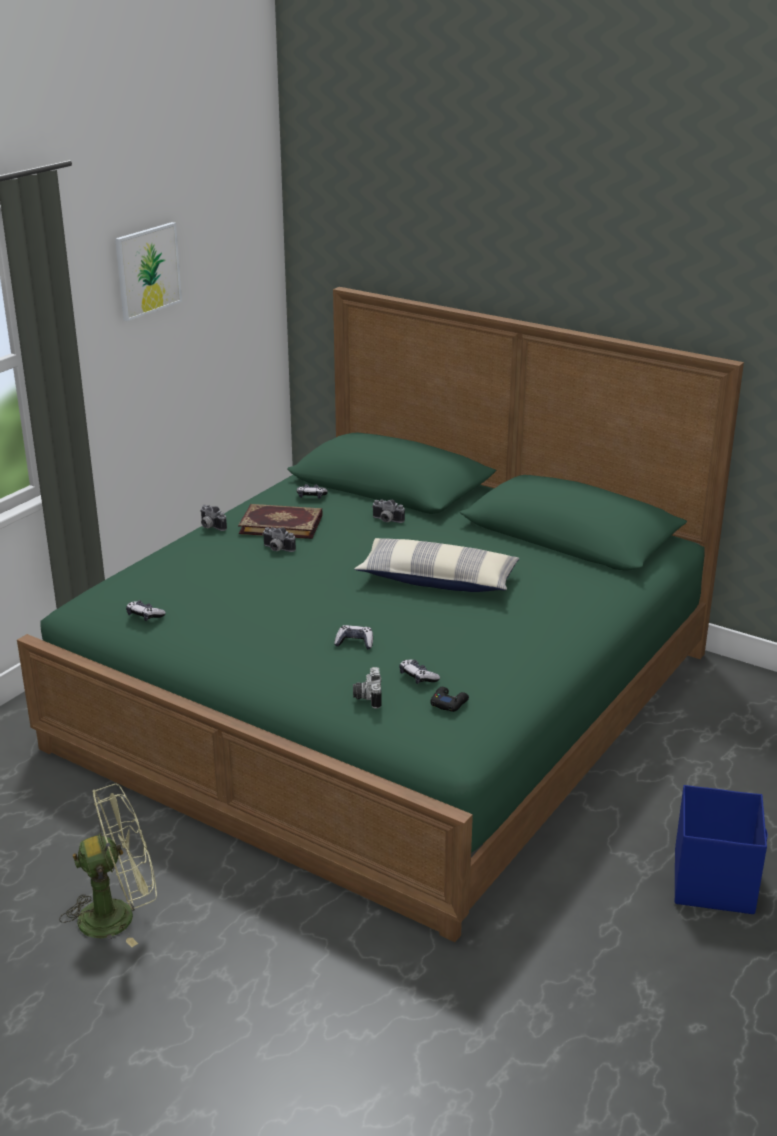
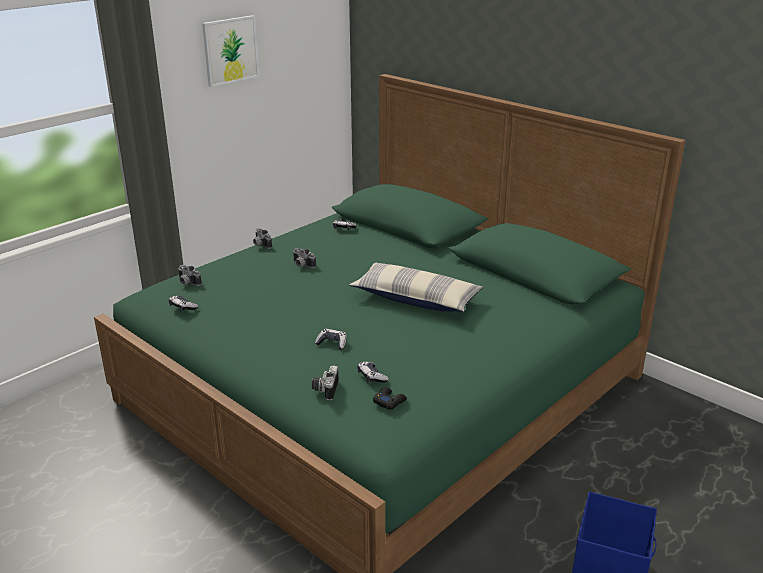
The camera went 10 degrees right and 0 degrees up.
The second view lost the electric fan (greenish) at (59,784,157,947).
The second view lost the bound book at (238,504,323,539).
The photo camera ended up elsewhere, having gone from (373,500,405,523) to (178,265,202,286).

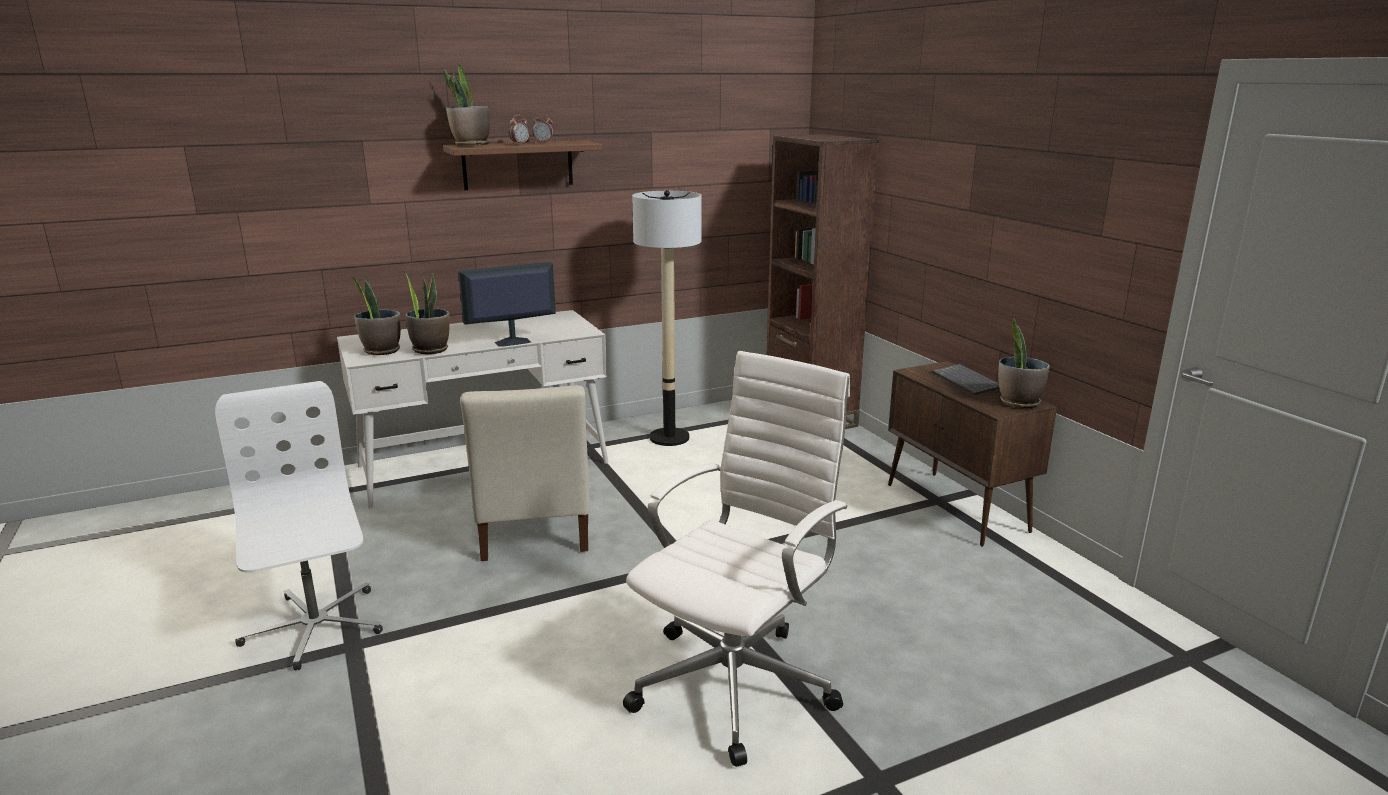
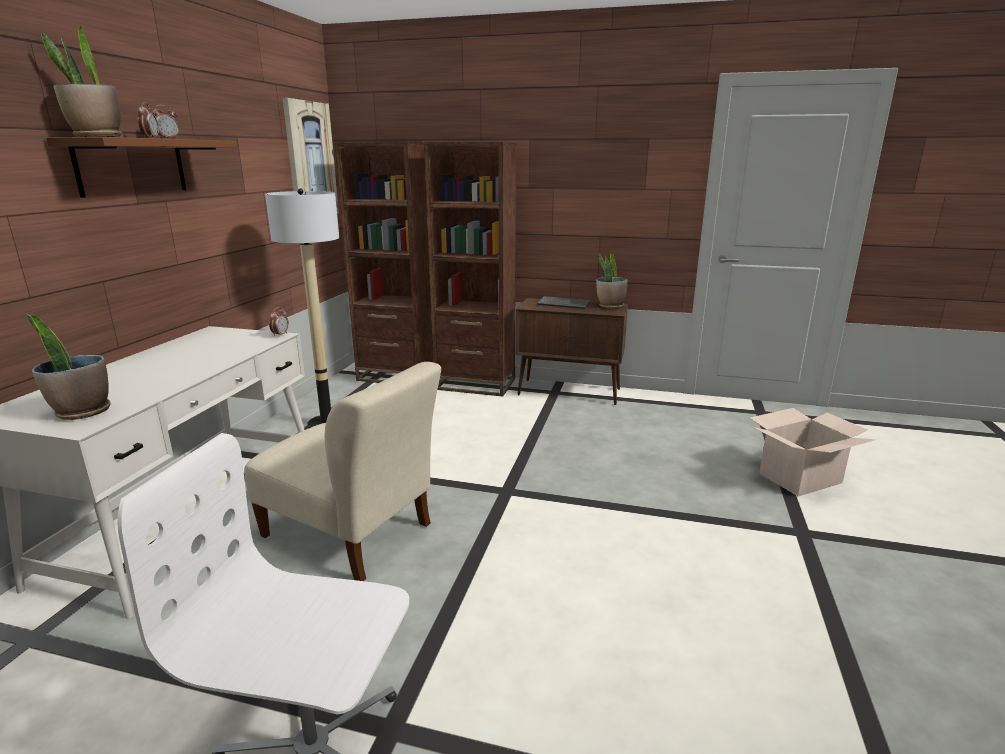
The camera went 50 degrees left and 0 degrees up.
The second view lost the houseplant at (404,272,449,354).
The second view lost the computer display at (458,262,556,347).
The second view lost the computer chair (white-coloured) at (623,351,850,767).
The second view gained the table clock at (269,307,289,337).
The second view gained the wall picture at (282,98,339,214).
The second view gained the bookcase (brown) at (424,142,517,397).
The second view gained the carton at (750,408,876,497).

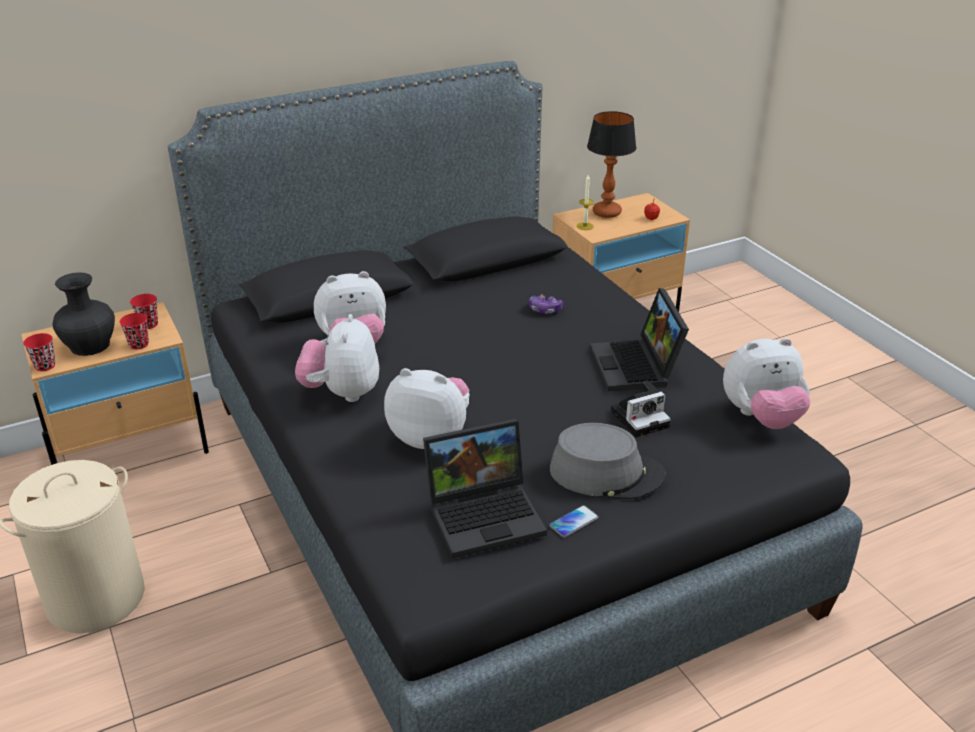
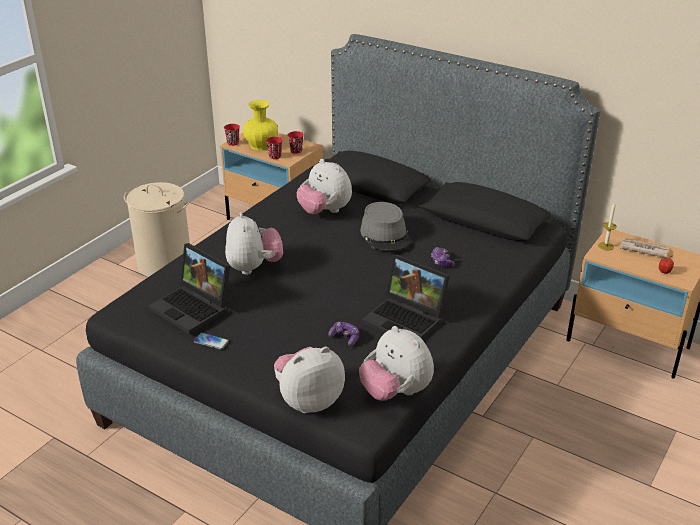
The camera went 60 degrees right and 0 degrees up.
What was the flower vase (blackish) at (52,272,115,356) turned into the flower vase (yellowish) at (243,100,278,151).
The cuddly toy ended up elsewhere, having gone from (295,314,379,402) to (274,347,345,413).
The clothing hat (gray) ended up elsewhere, having gone from (550,423,666,499) to (360,202,411,251).
Where the lamp for a table stood at (587,111,636,218), the daily paper came to stand at (620,238,668,257).
The laptop at (590,288,689,391) ended up facing another way, 105 degrees counterclockwise from before.
Where the photo camera stood at (611,381,671,437), the joypad came to stand at (328,322,359,346).

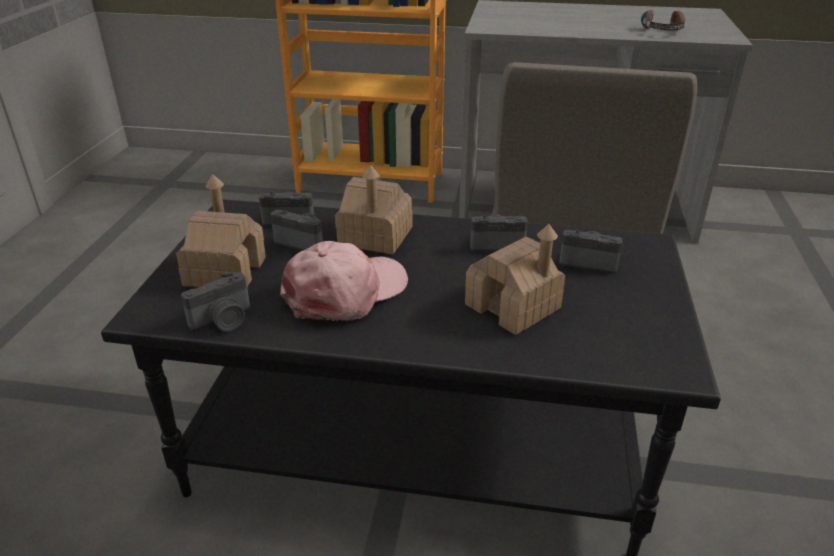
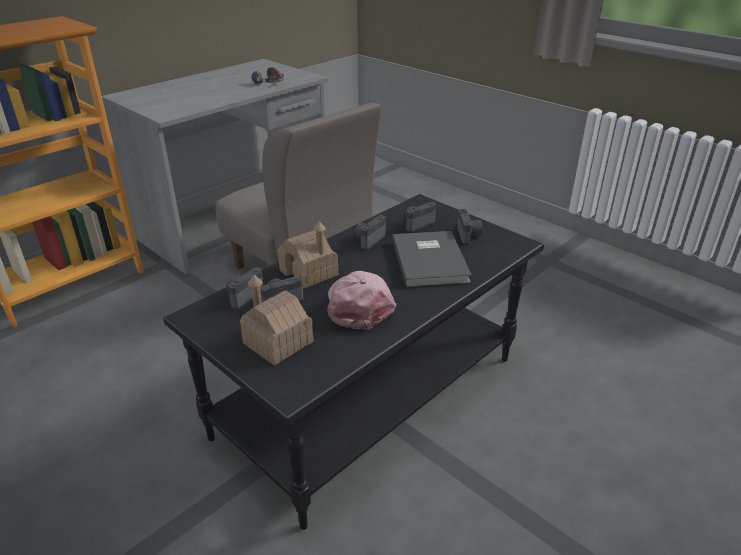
The camera went 55 degrees left and 0 degrees up.
The photo camera ended up elsewhere, having gone from (181,271,250,332) to (457,209,482,245).
Where the miniature house stood at (465,224,565,335), the bound book (gray) came to stand at (392,231,472,287).

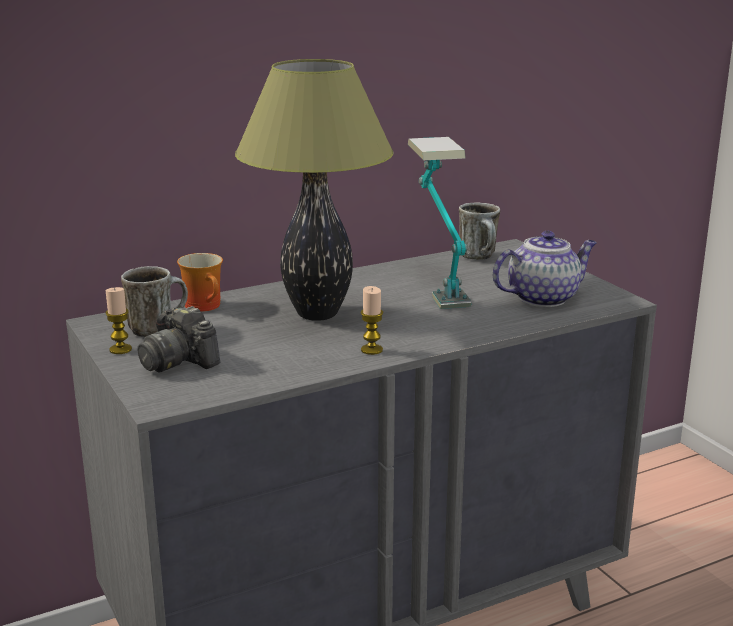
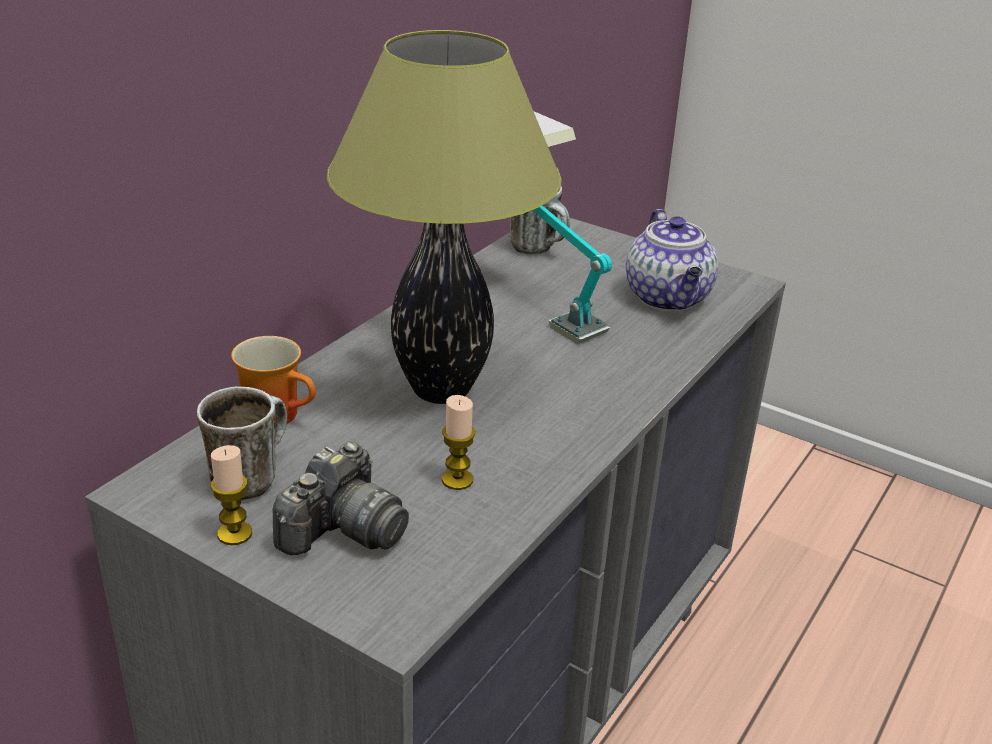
The camera went 30 degrees left and 10 degrees up.
The photo camera at (137,306,220,373) ended up facing another way, 75 degrees counterclockwise from before.
The candle ended up elsewhere, having gone from (361,286,383,355) to (442,395,475,490).
The pot for tea at (493,231,597,307) ended up facing another way, 135 degrees clockwise from before.

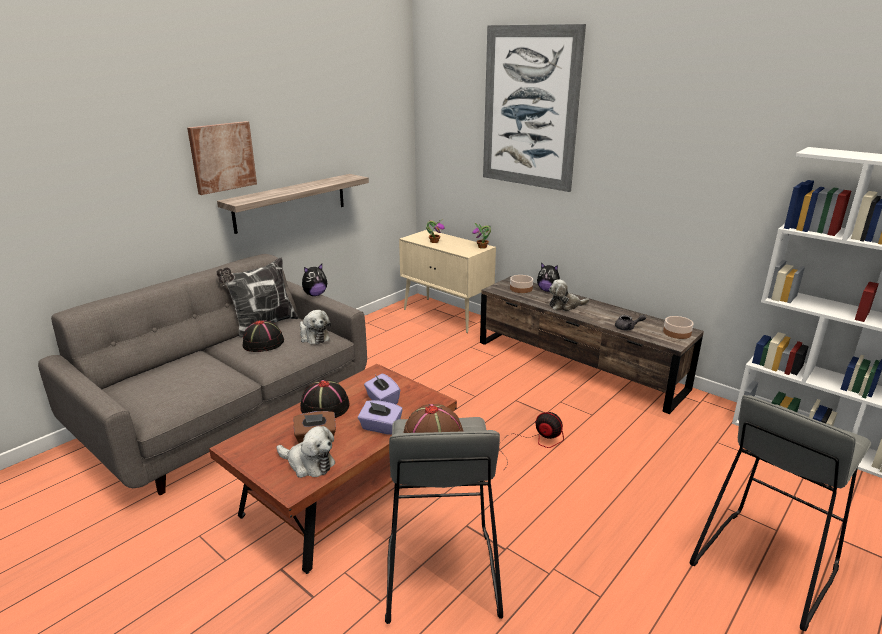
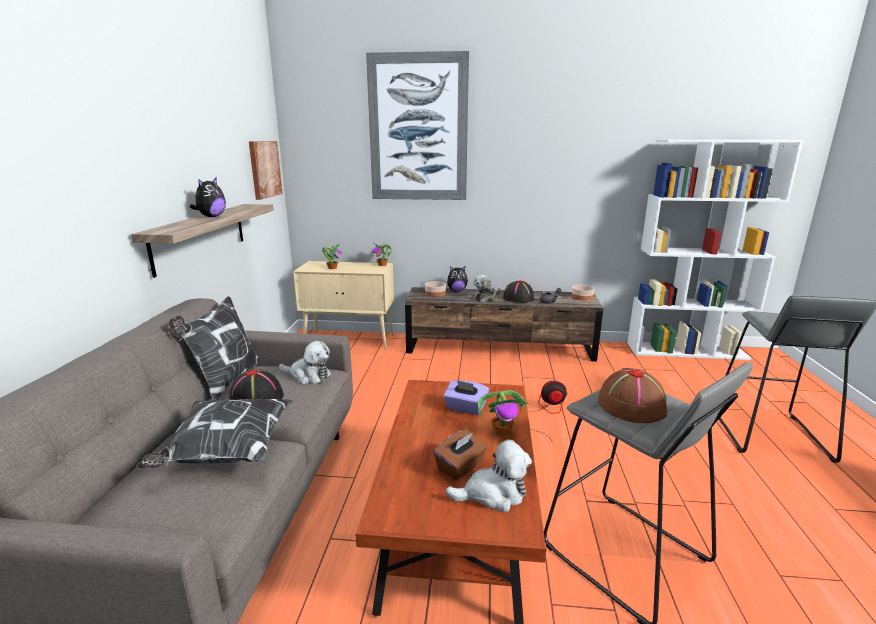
The camera went 35 degrees left and 5 degrees down.
The wall picture ended up elsewhere, having gone from (187,121,257,195) to (249,141,283,200).
The clothing hat (blackish) ended up elsewhere, having gone from (300,380,350,418) to (503,280,534,303).
The cuddly toy ended up elsewhere, having gone from (302,264,327,296) to (190,178,226,217).
Where the box of tissues (purple-coloured) stood at (358,400,403,435), the houseplant came to stand at (478,390,528,436).
The second view gained the cushion at (136,399,293,469).

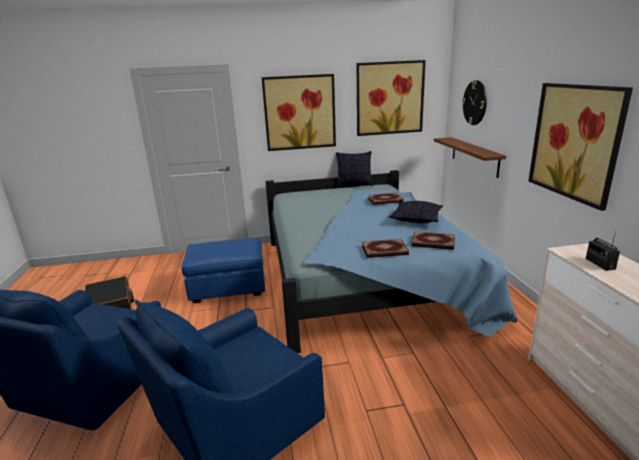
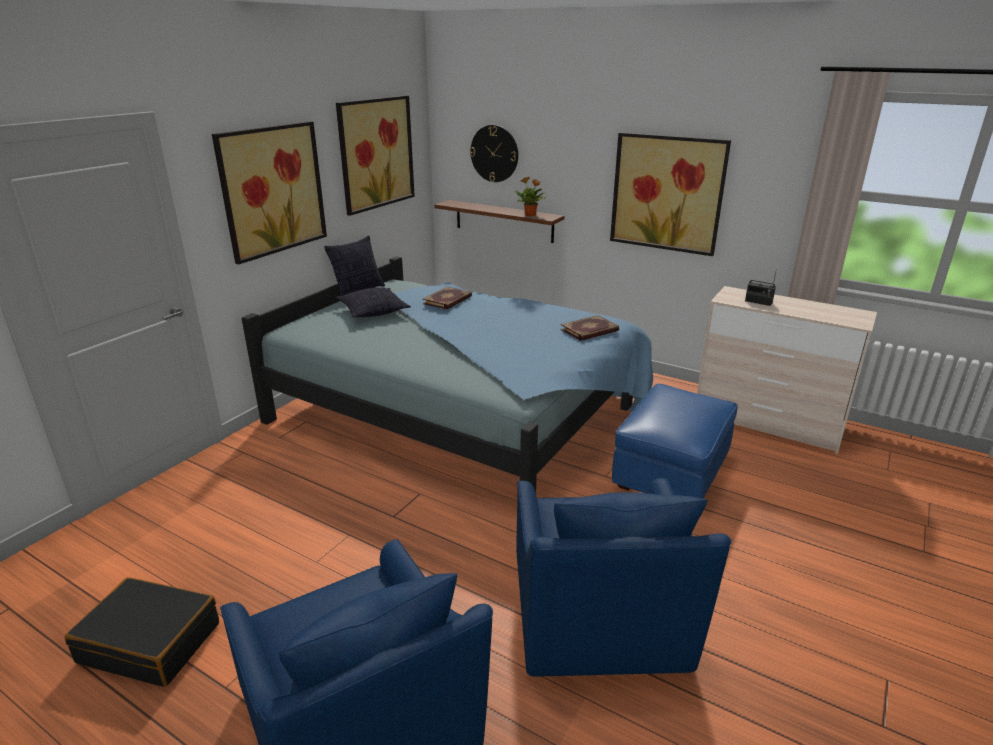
The camera went 50 degrees left and 5 degrees up.
The pouffe (bluish) ended up elsewhere, having gone from (181,237,265,303) to (612,384,738,499).
The second view lost the bound book at (362,239,409,258).
The cushion ended up elsewhere, having gone from (389,201,443,223) to (336,287,411,317).
The second view gained the houseplant at (514,177,547,216).

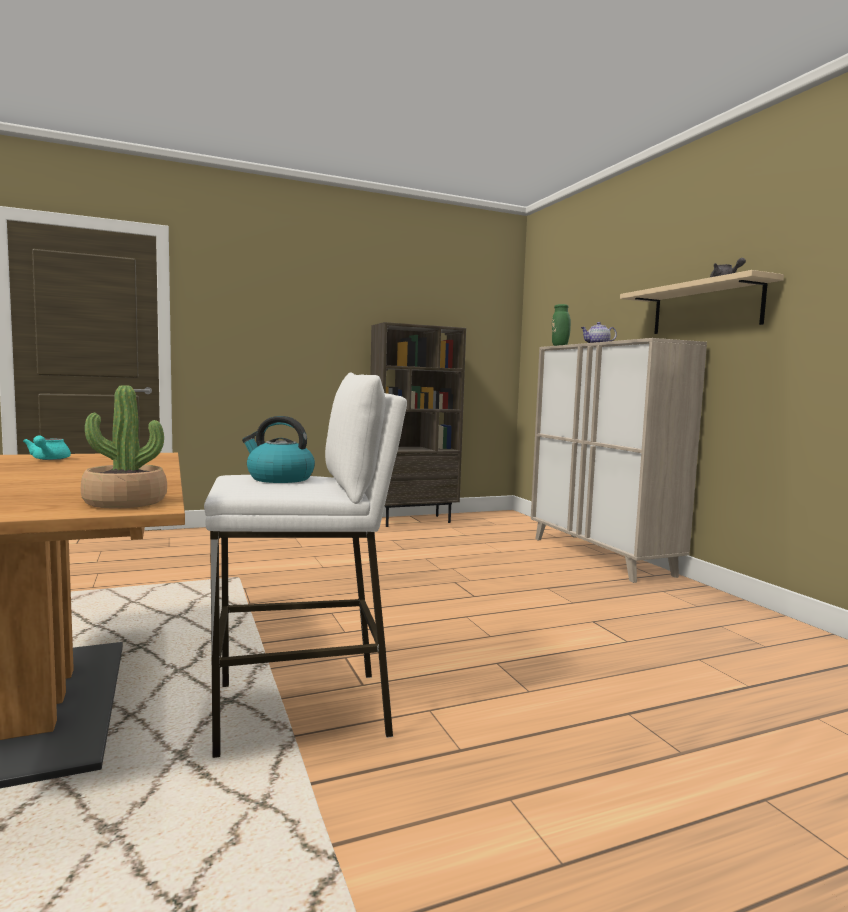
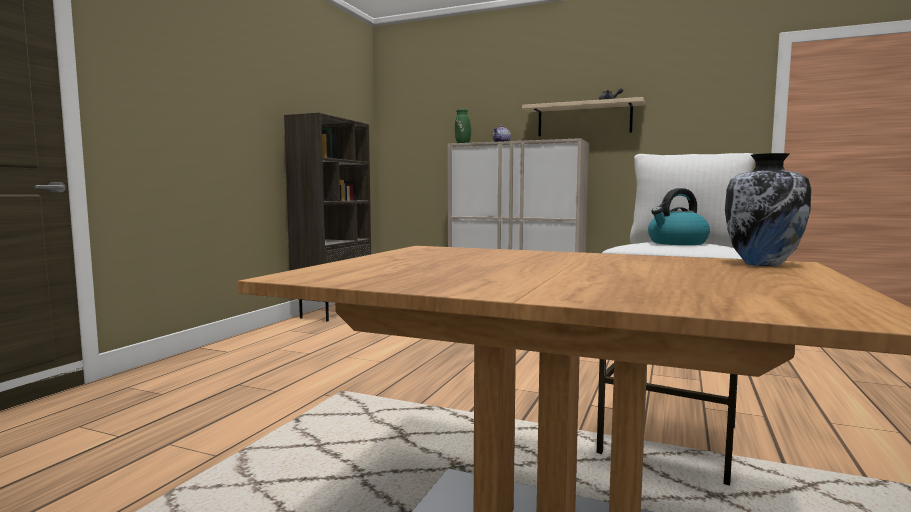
The camera went 45 degrees left and 0 degrees up.
The second view lost the pot for tea (turquoise) at (23,435,71,460).
Where the houseplant stood at (81,385,167,509), the flower vase came to stand at (725,153,811,266).

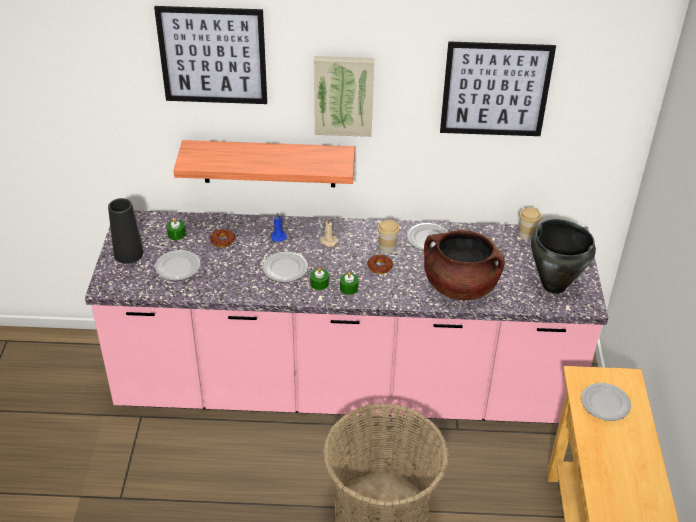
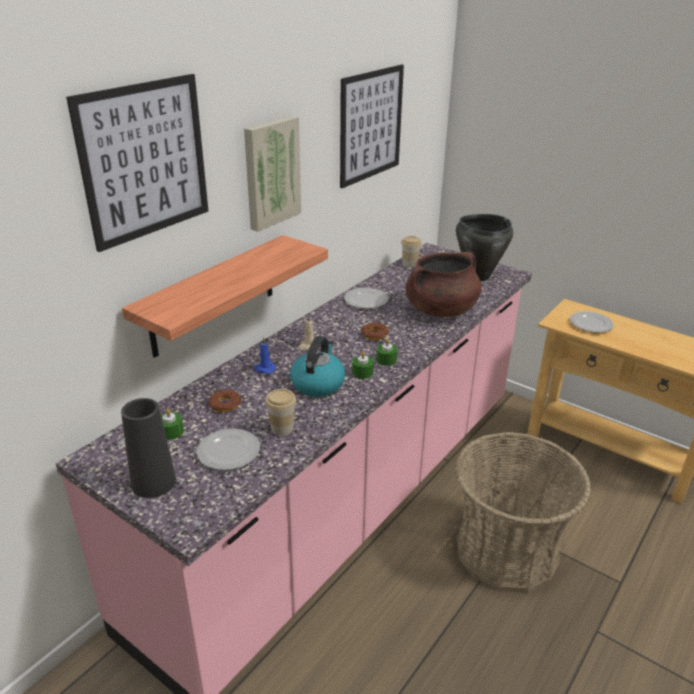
The camera went 55 degrees left and 10 degrees down.
Where the dinner plate stood at (263,252,308,282), the tea kettle came to stand at (290,336,345,397).
The cup ended up elsewhere, having gone from (377,220,400,253) to (265,389,296,436).

